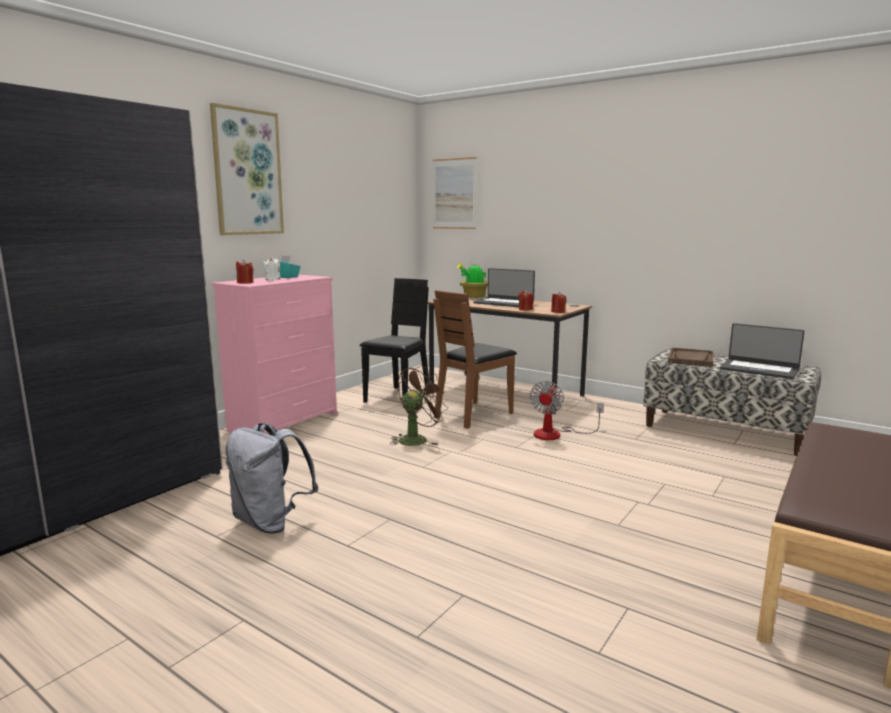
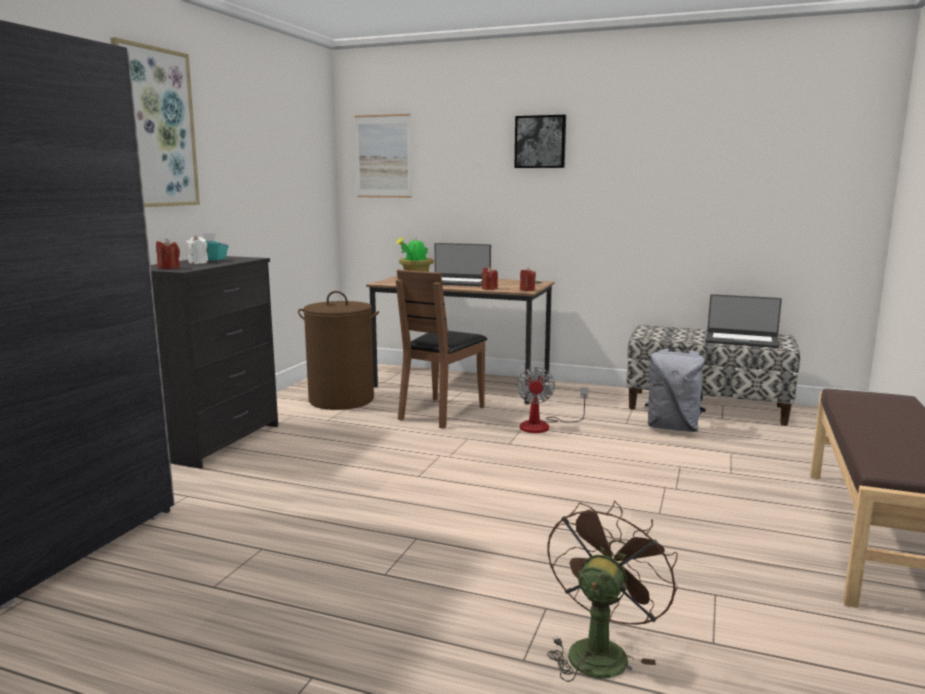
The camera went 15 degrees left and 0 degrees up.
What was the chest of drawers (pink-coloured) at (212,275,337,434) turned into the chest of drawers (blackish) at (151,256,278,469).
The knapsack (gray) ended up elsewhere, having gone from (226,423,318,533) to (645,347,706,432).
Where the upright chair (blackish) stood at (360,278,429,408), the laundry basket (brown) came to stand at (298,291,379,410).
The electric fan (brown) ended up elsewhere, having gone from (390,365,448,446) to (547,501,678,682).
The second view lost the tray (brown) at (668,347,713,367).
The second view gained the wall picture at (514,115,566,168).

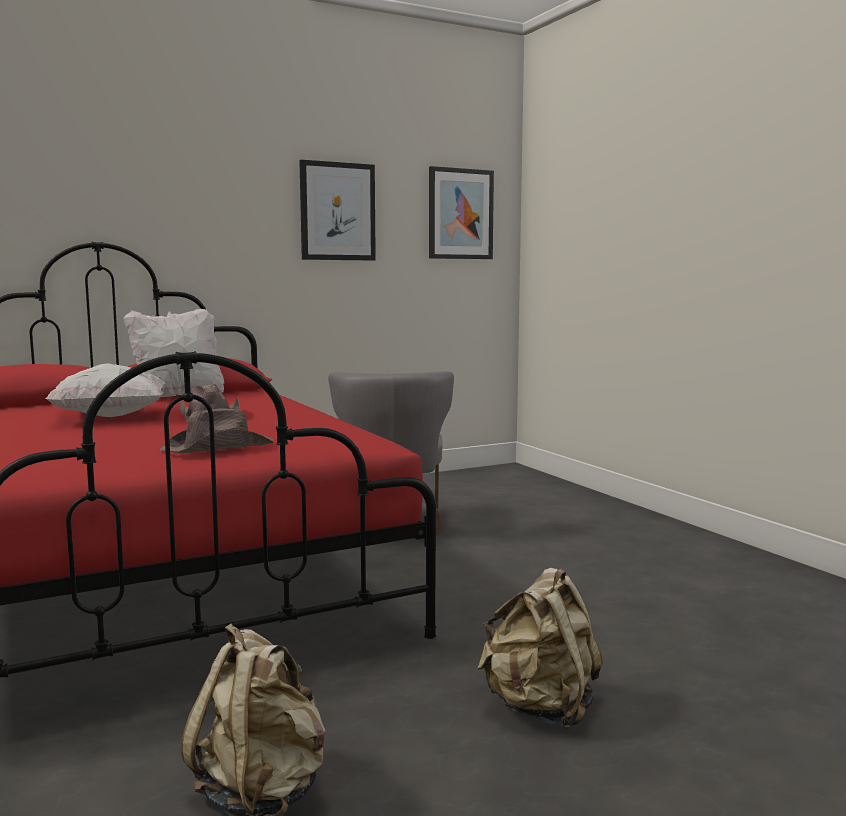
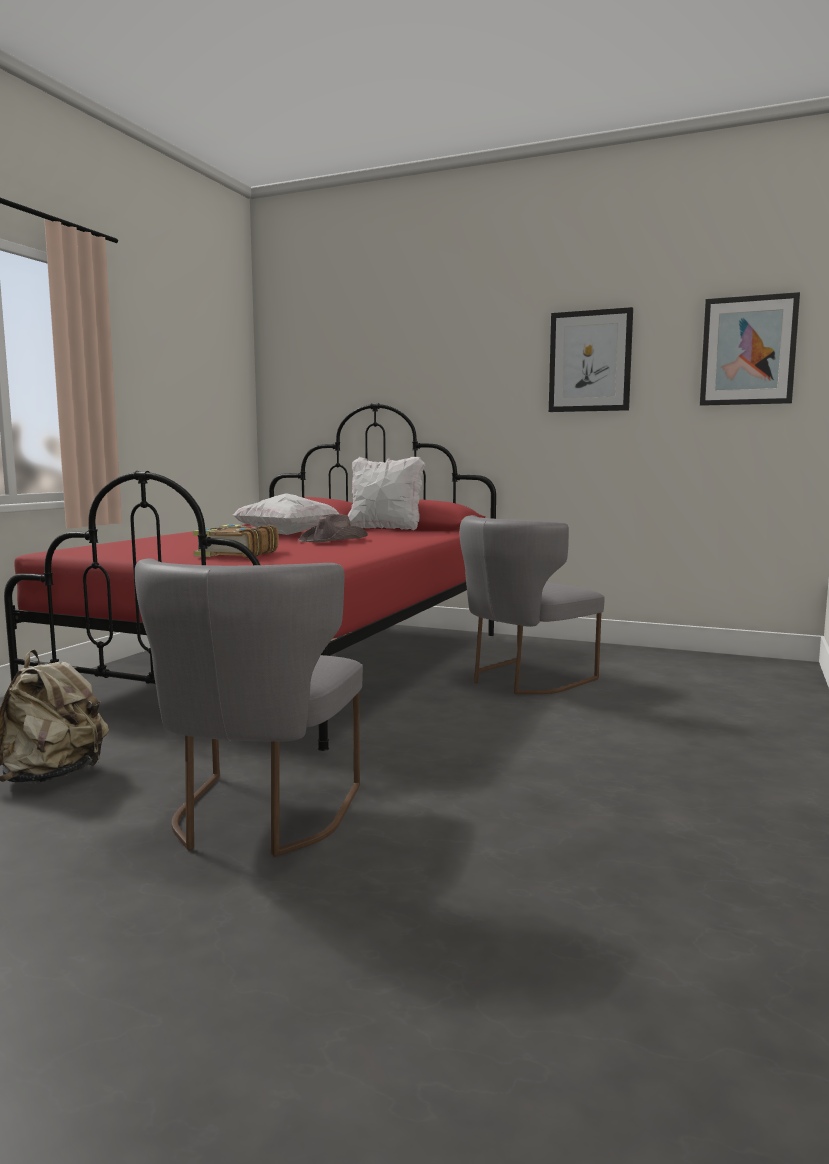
The camera went 50 degrees right and 0 degrees up.
Where the clothing hat (brown) stood at (160,409,274,453), the bound book came to stand at (193,524,279,558).
Where the knapsack (sand-coloured) stood at (477,568,603,729), the upright chair (gray) came to stand at (135,558,363,857).

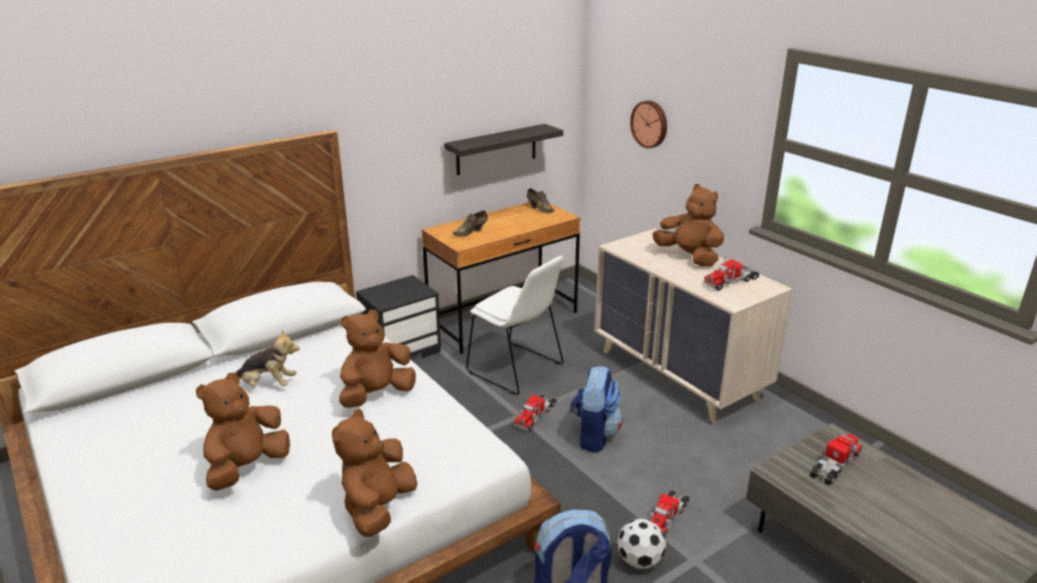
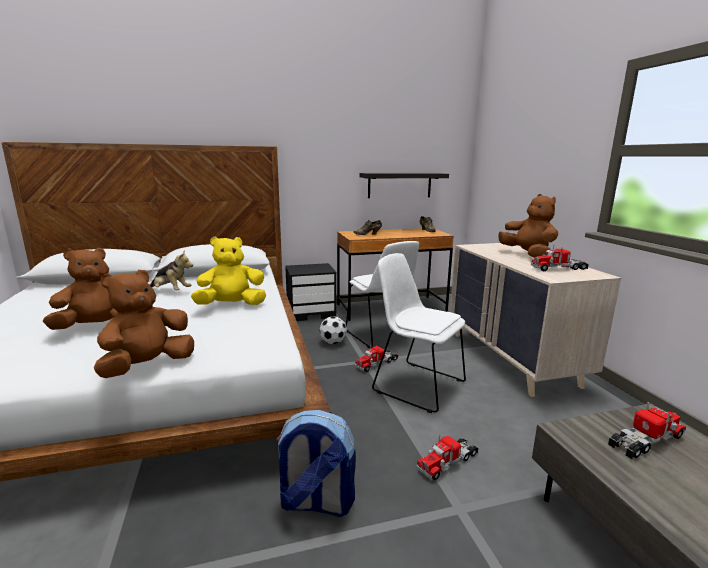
The camera went 20 degrees right and 10 degrees down.
What was the cuddly toy (brown) at (339,310,416,408) turned into the cuddly toy (yellowish) at (191,236,266,305).
Where the knapsack stood at (570,365,623,453), the upright chair (white-coloured) came to stand at (372,253,466,413).
The football ball ended up elsewhere, having gone from (617,519,666,569) to (319,317,347,344).
The second view lost the wall clock at (630,101,667,148).

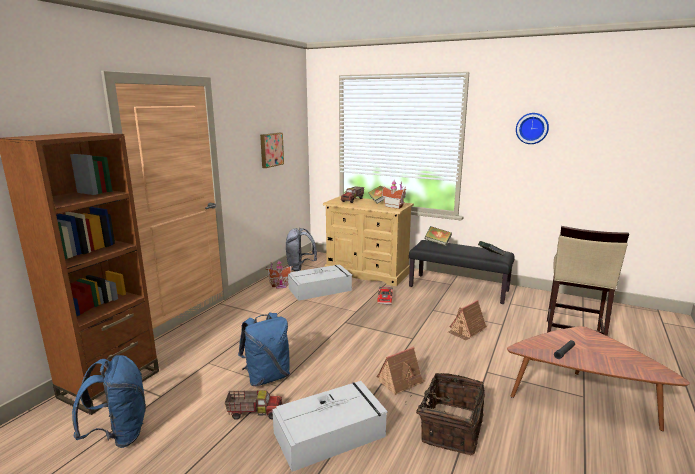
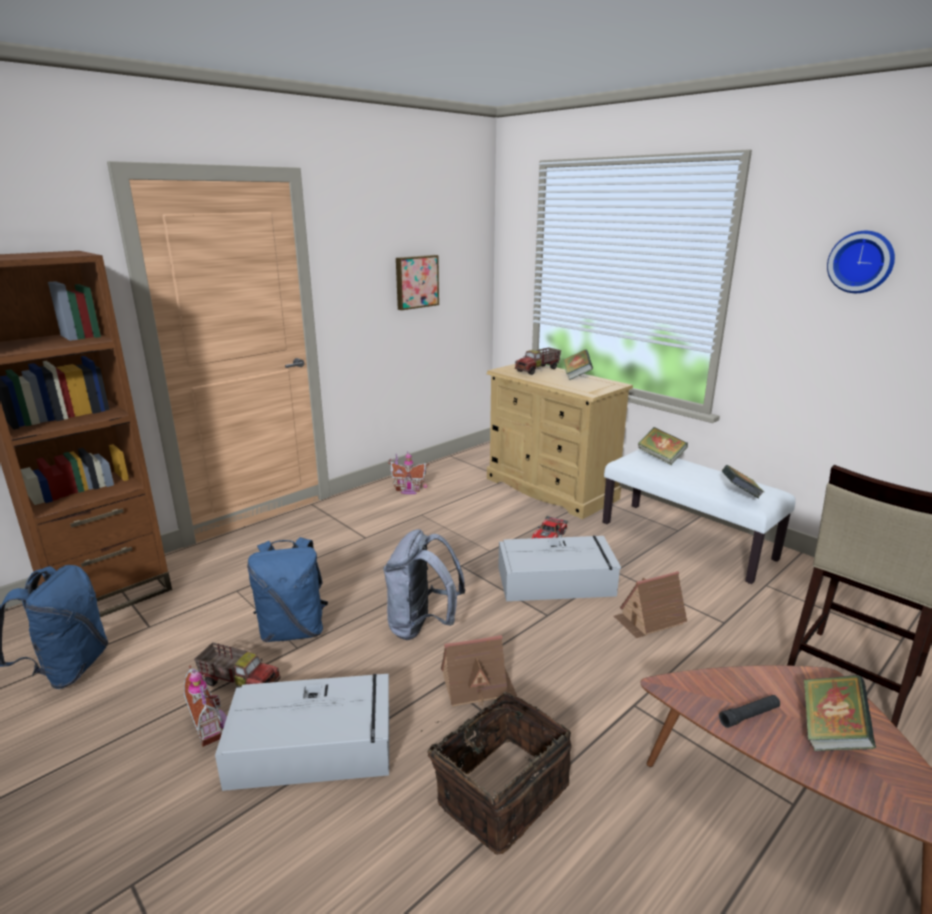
The camera went 20 degrees right and 5 degrees up.
The knapsack (gray) ended up elsewhere, having gone from (286,228,317,271) to (383,529,466,640).
The storage container (gray) ended up elsewhere, having gone from (288,264,352,301) to (498,536,621,601).
The miniature house ended up elsewhere, having gone from (382,180,407,209) to (184,665,227,747).
What was the bench (blackish) at (409,240,515,304) turned into the bench (white-coloured) at (603,449,796,584).
The second view gained the bound book at (804,675,876,751).

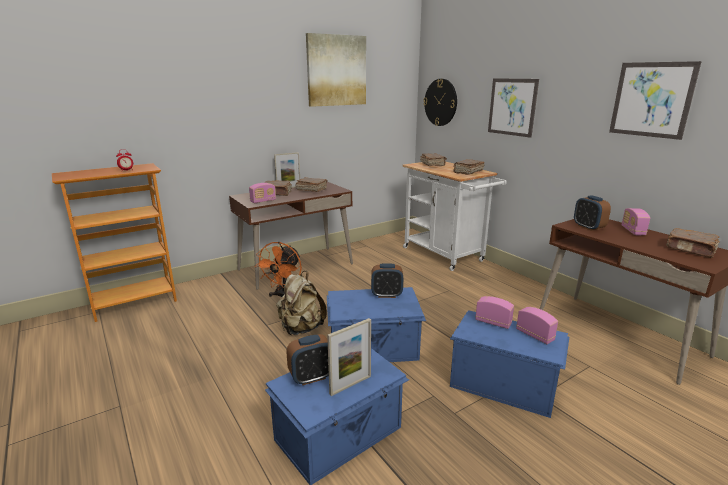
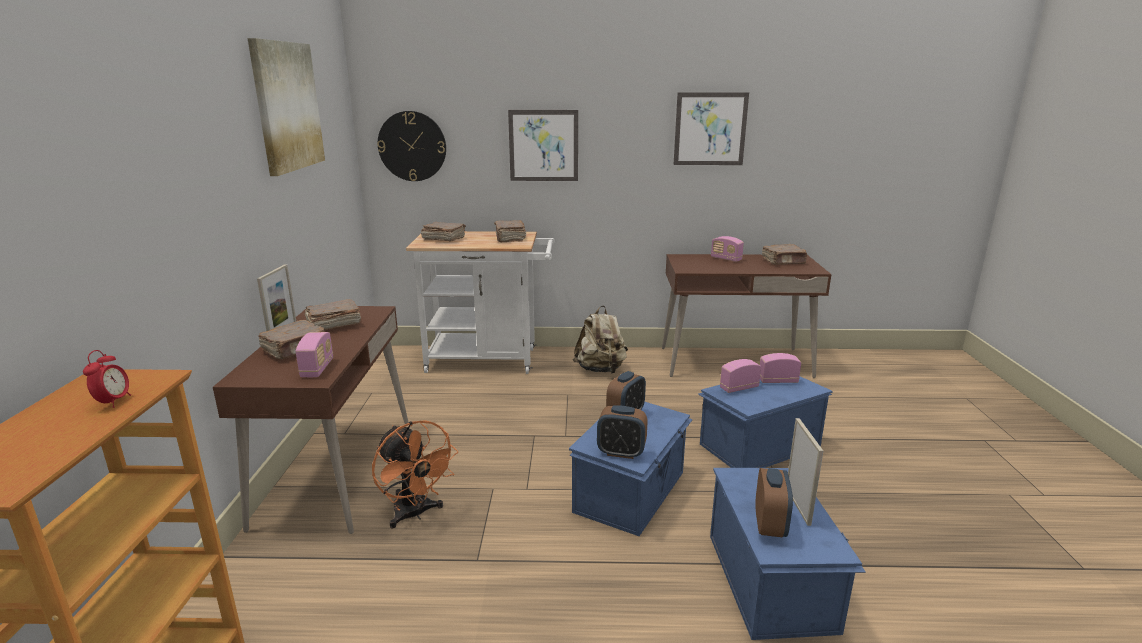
The camera went 55 degrees left and 0 degrees up.
The knapsack (sand-coloured) ended up elsewhere, having gone from (276,271,327,335) to (573,306,628,374).
The table clock ended up elsewhere, having gone from (574,195,611,231) to (597,405,648,459).

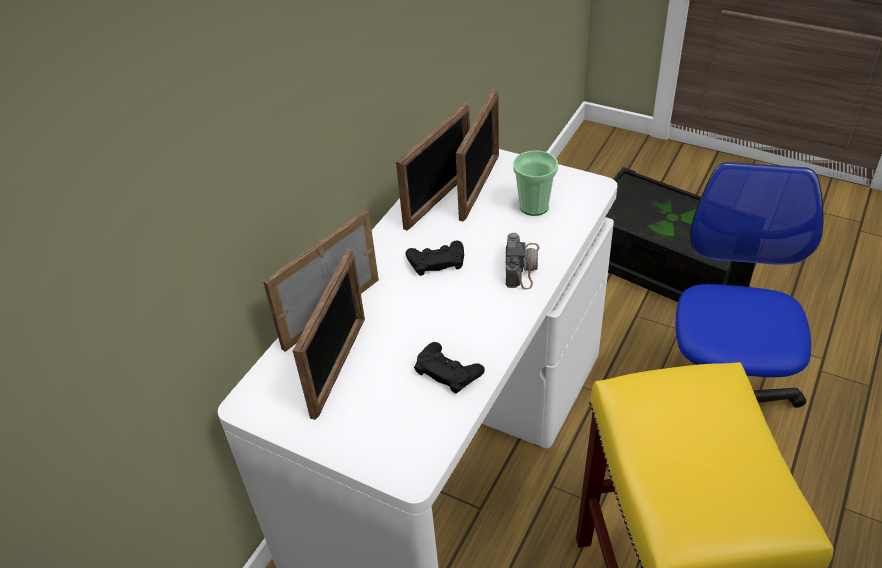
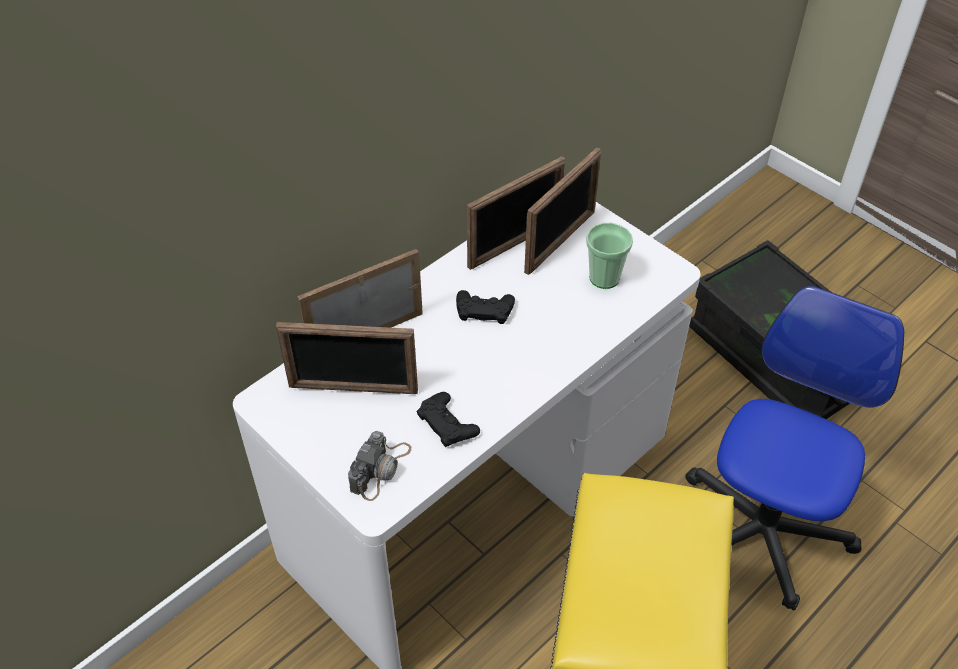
The camera went 15 degrees right and 5 degrees up.
The standing frame at (293,249,365,420) ended up facing another way, 60 degrees clockwise from before.
The photo camera ended up elsewhere, having gone from (506,233,540,289) to (348,431,411,501).

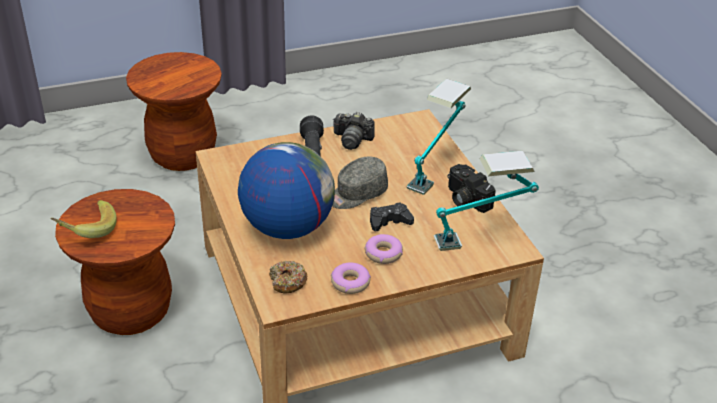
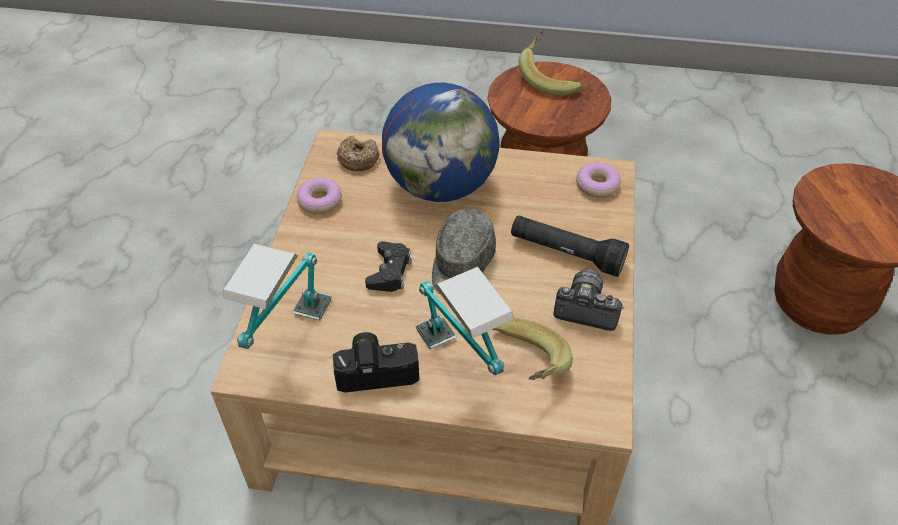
The camera went 120 degrees right and 10 degrees up.
The peaked cap (gray) at (332,156,388,209) ended up facing another way, 150 degrees counterclockwise from before.
The photo camera at (333,112,375,150) ended up facing another way, 60 degrees clockwise from before.
The doughnut ended up elsewhere, having gone from (364,234,403,264) to (576,162,621,197).
The second view gained the banana at (492,317,573,380).

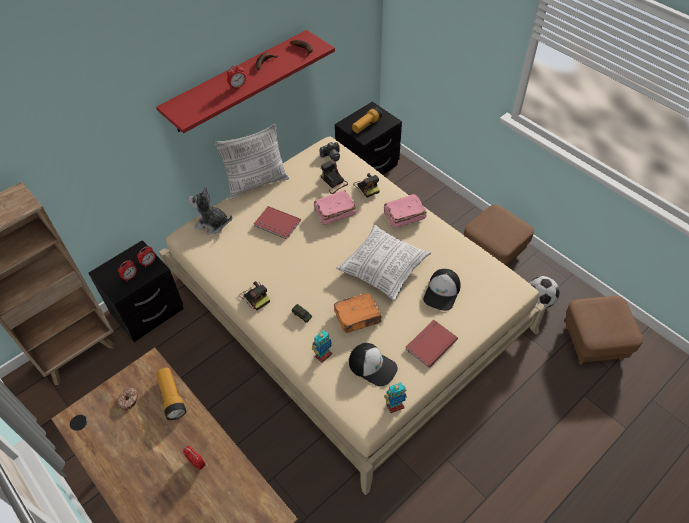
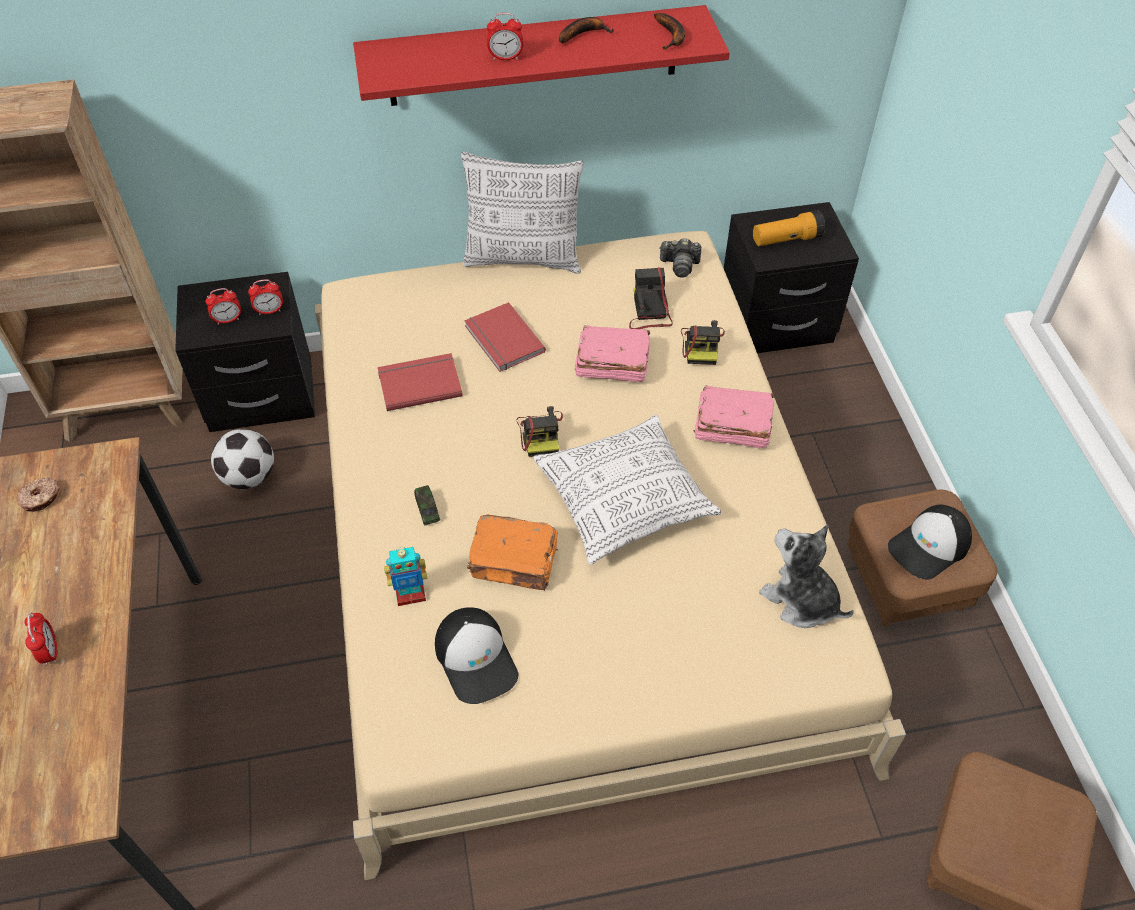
The camera went 30 degrees right and 0 degrees up.
The second view lost the hand torch at (156,368,186,420).
The cuddly toy ended up elsewhere, having gone from (188,187,232,234) to (759,524,854,628).
The photo camera ended up elsewhere, having gone from (239,281,270,310) to (517,406,563,457).
The second view lost the model robot at (384,382,407,413).
The bound book (red) ended up elsewhere, having gone from (405,320,458,368) to (378,353,462,411).
The peaked cap ended up elsewhere, having gone from (423,269,461,311) to (888,505,972,580).
The football ball ended up elsewhere, having gone from (529,276,560,308) to (211,429,274,489).

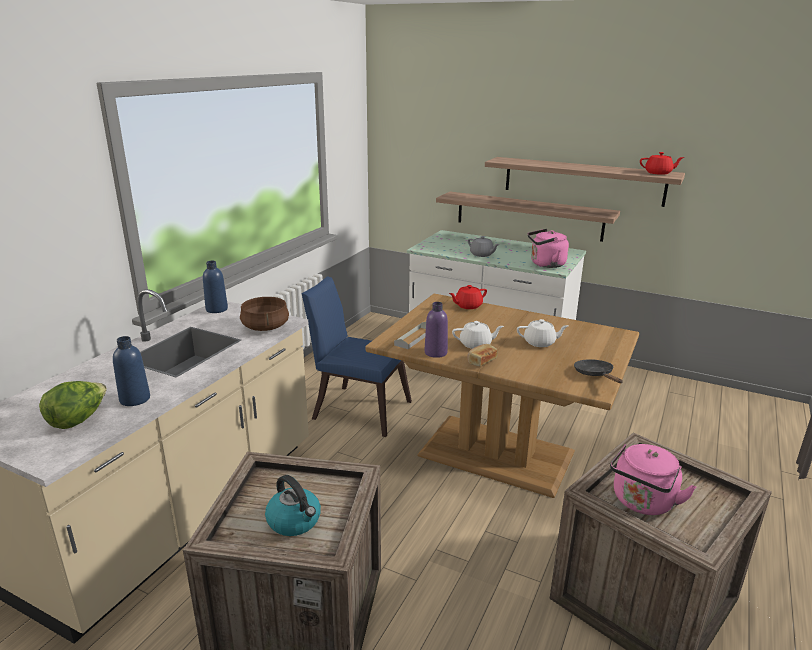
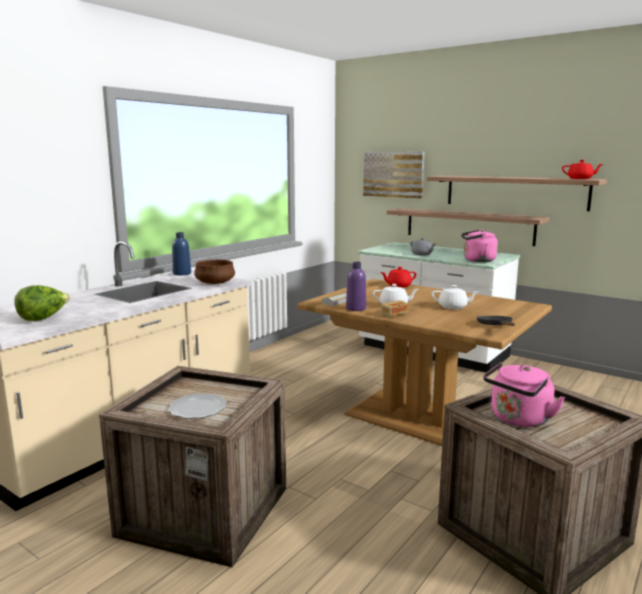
The camera went 10 degrees right and 10 degrees down.
The second view lost the bottle (bluish) at (113,336,150,406).
Where the tea kettle stood at (265,475,321,536), the dinner plate came to stand at (168,393,227,419).
The second view lost the upright chair (bluish) at (301,276,412,437).
The second view gained the wall picture at (363,152,425,199).

